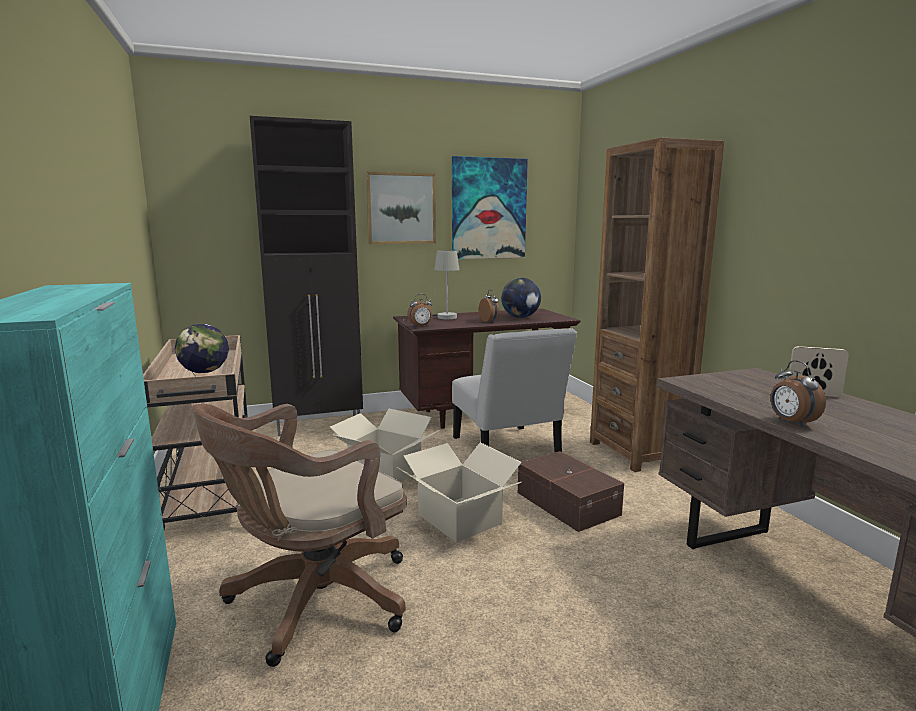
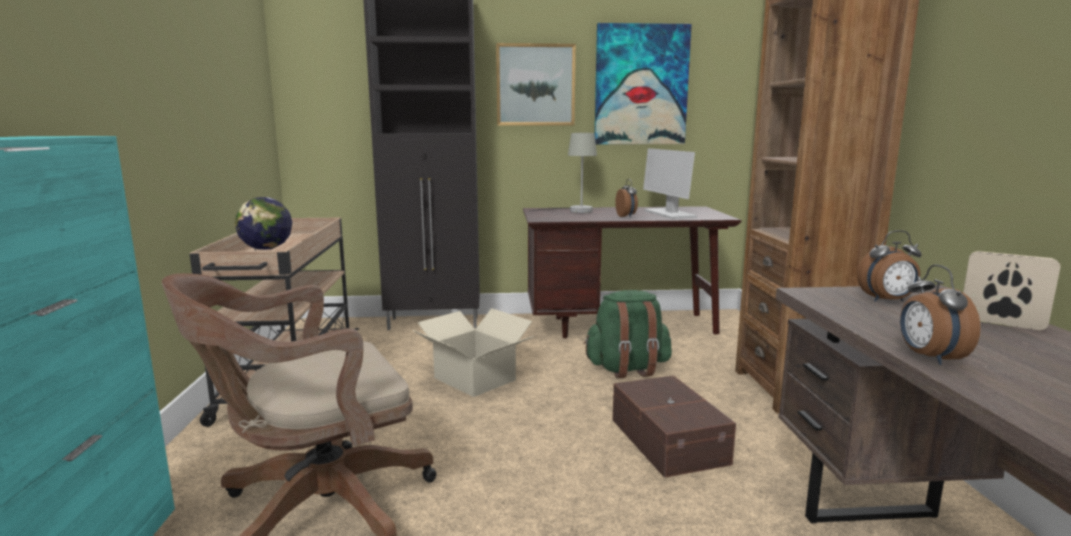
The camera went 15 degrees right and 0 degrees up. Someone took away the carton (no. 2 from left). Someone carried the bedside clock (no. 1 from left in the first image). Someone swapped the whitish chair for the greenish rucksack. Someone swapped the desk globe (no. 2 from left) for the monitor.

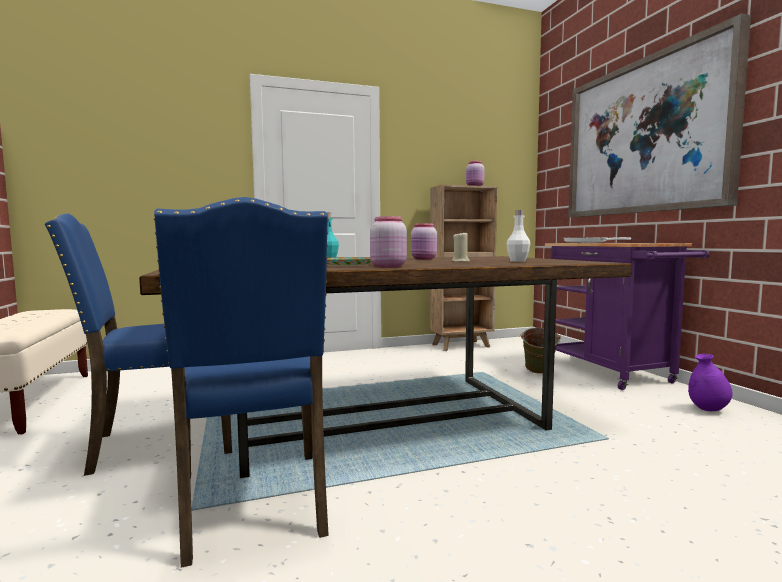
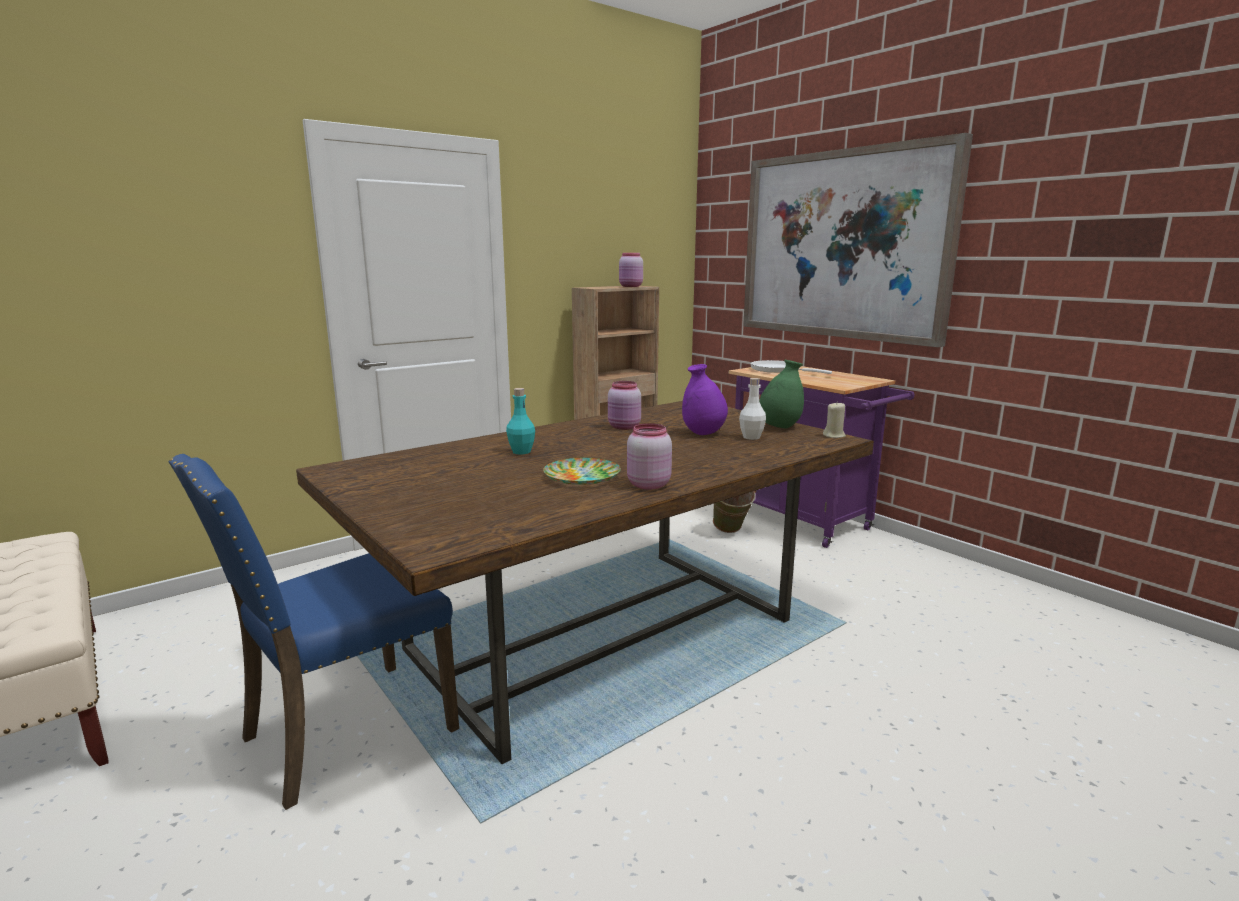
The camera went 20 degrees left and 10 degrees up. Someone took away the blue-coloured chair (no. 2 from left). Someone put down the greenish flower vase. Someone carried the sand-coloured candle. Someone carried the purple flower vase.

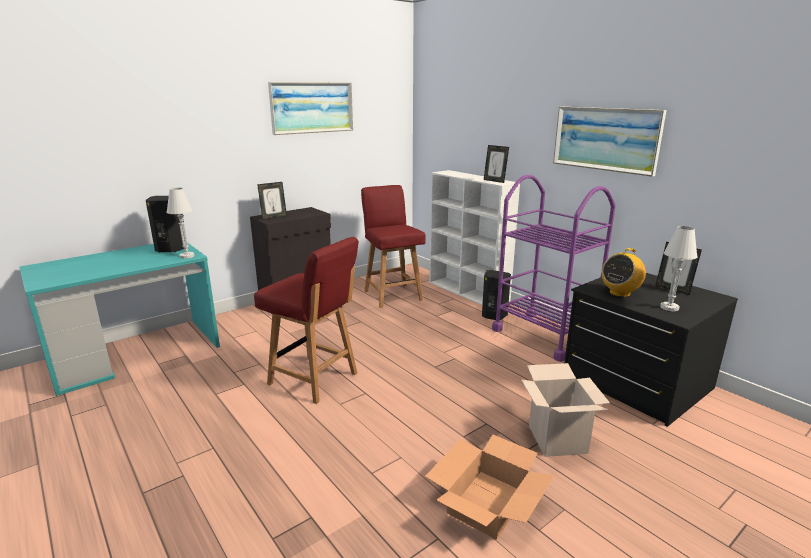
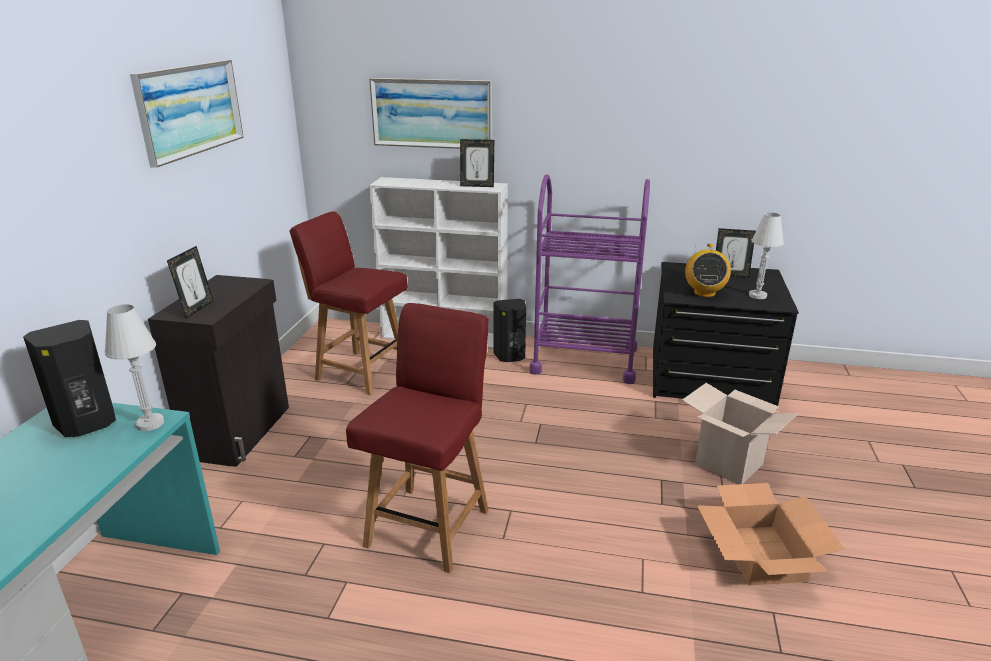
The camera went 40 degrees left and 5 degrees up. Someone carried the wall picture (no. 2 from left). Someone rotated the red-coloured chair (no. 1 from left in the first image) by 60 degrees counterclockwise.

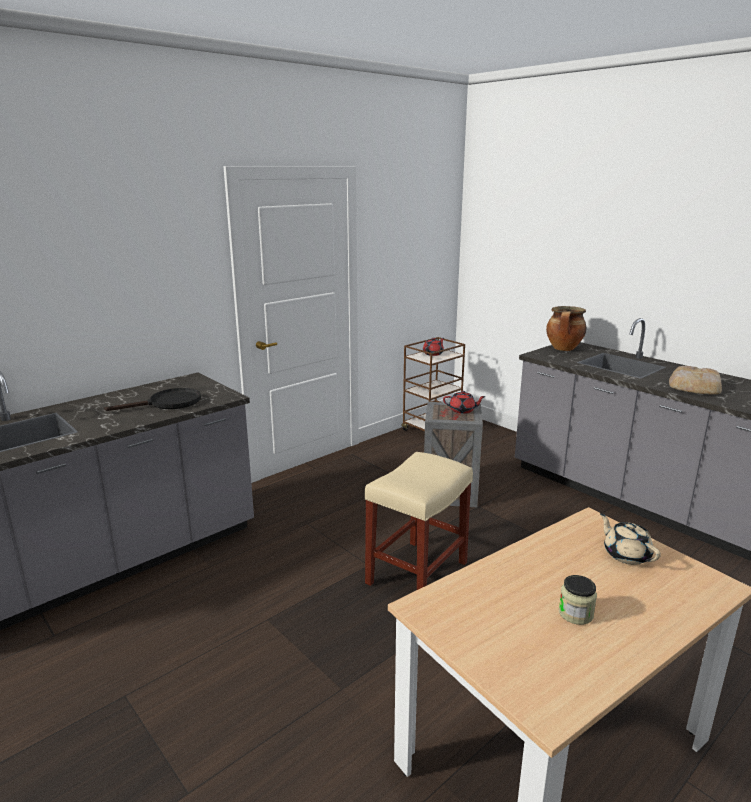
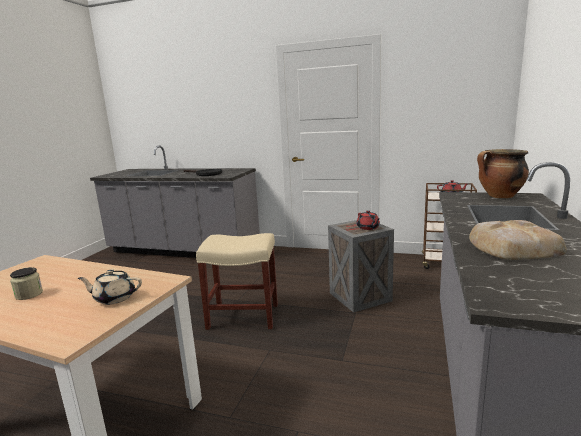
The camera went 60 degrees right and 5 degrees down. Someone rotated the sand-coloured pot for tea by 120 degrees counterclockwise.

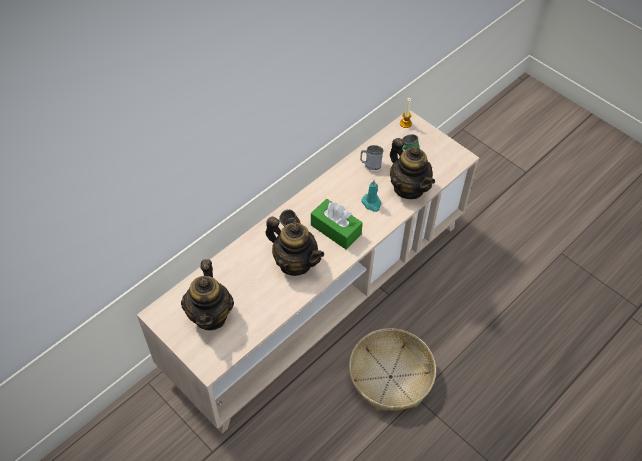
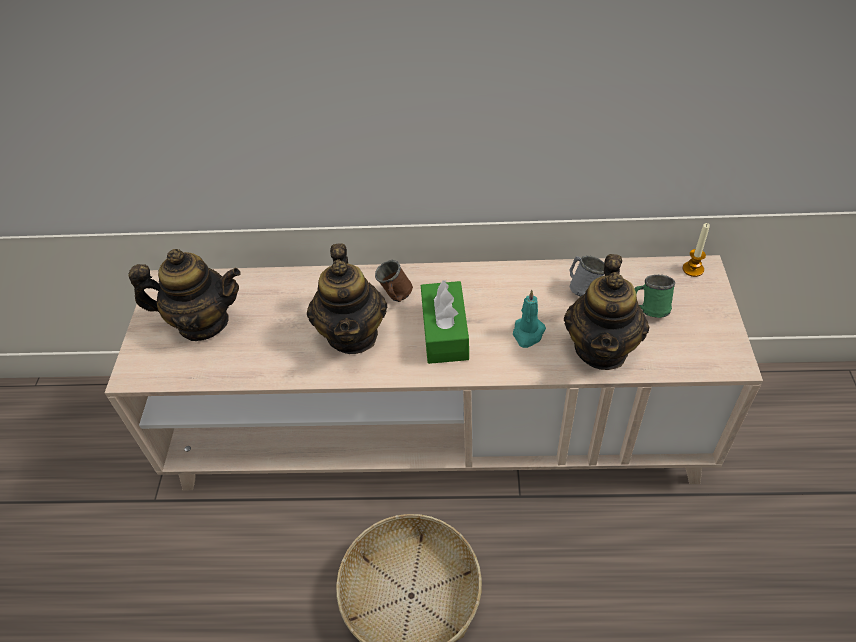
The camera went 50 degrees right and 5 degrees down. Someone rotated the pot for tea (no. 1 from left) by 135 degrees counterclockwise.

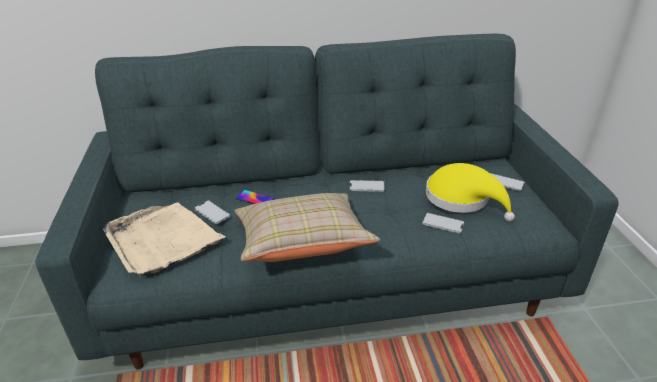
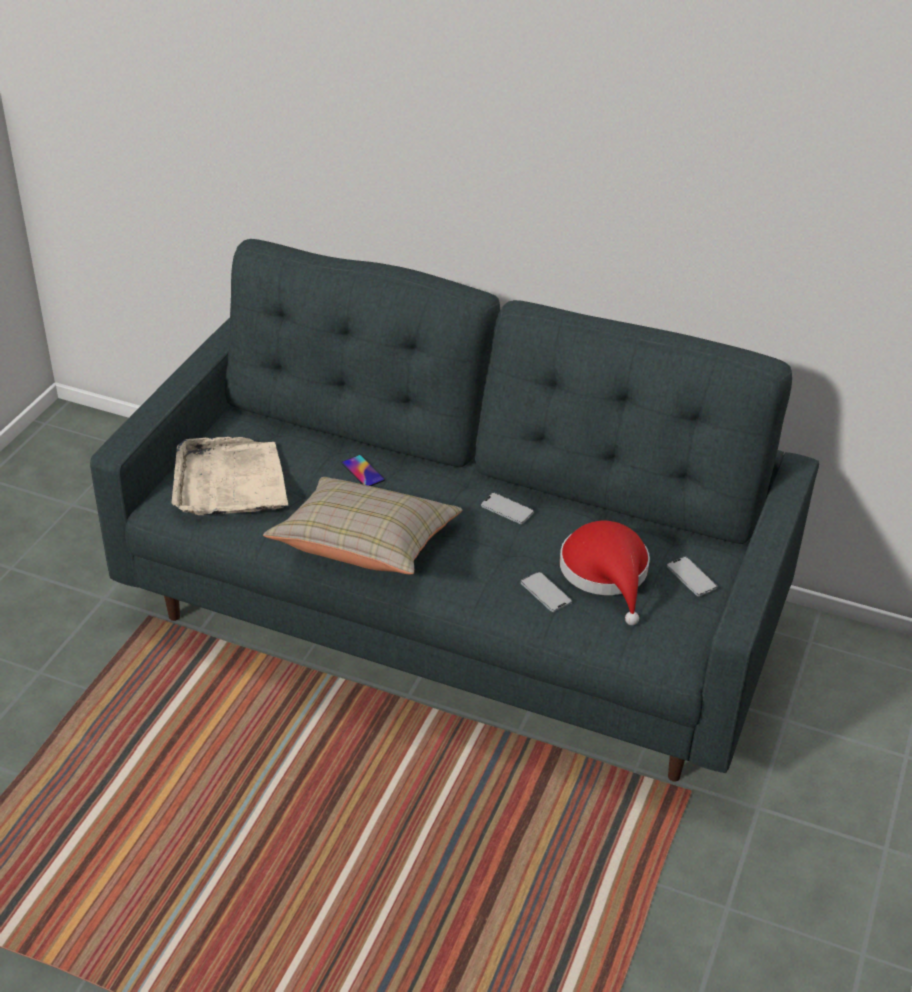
The camera went 30 degrees right and 5 degrees up. Someone took away the phone (no. 1 from left). Someone repainted the yellow-coloured wearable hat, which became the red-coloured wearable hat.

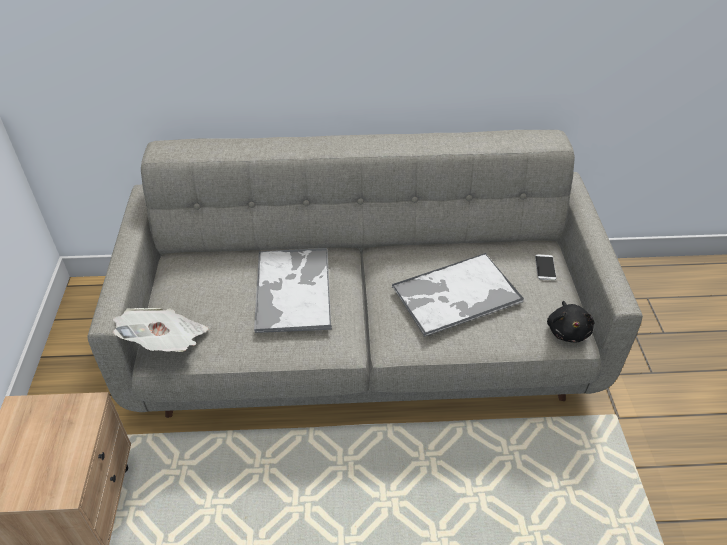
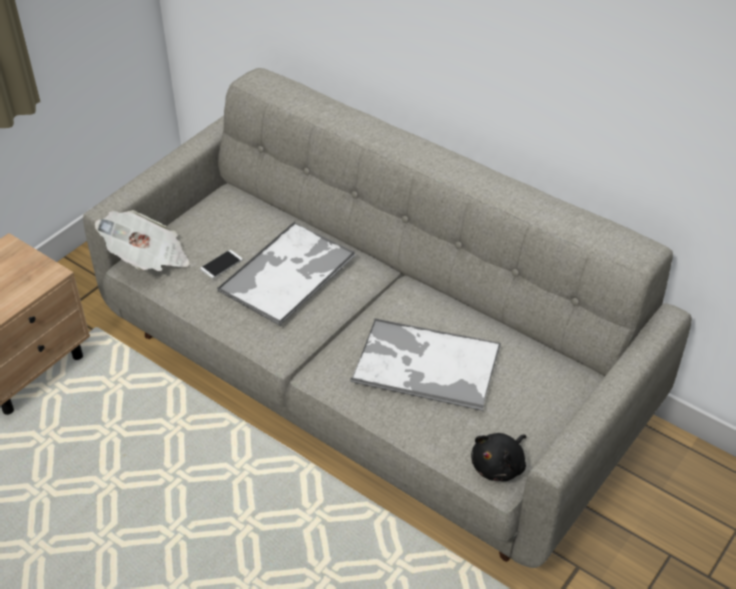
The camera went 40 degrees right and 0 degrees up. Someone carried the phone.

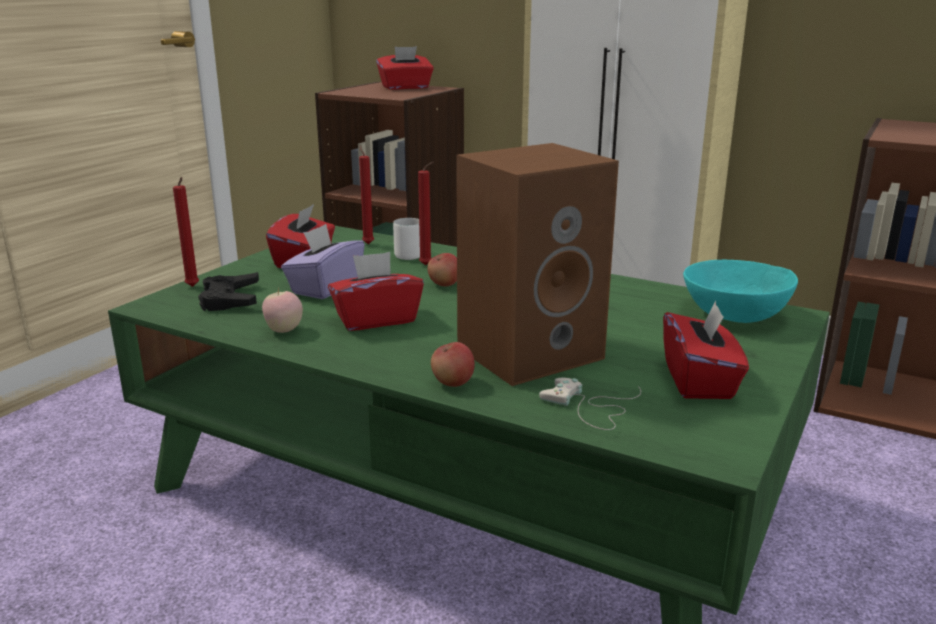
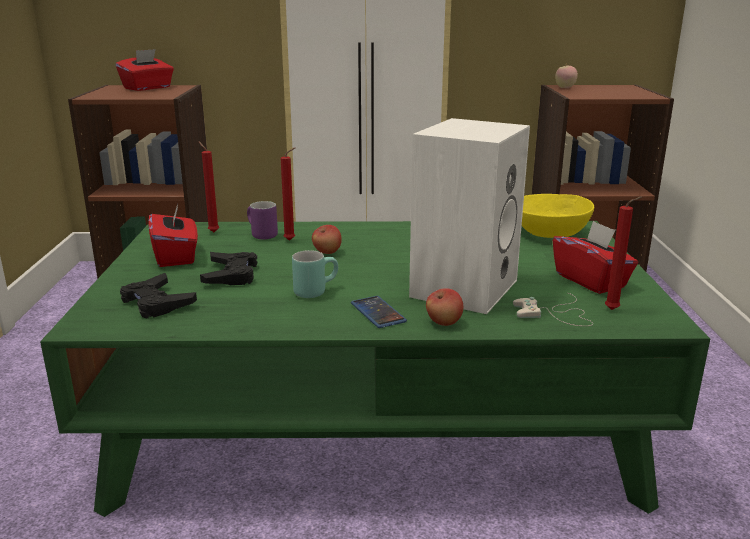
The camera went 30 degrees left and 0 degrees up. Someone put down the phone. Someone carried the red-coloured candle (no. 1 from left in the first image). Someone carried the apple fruit (no. 1 from left in the first image). Someone swapped the purple box of tissues for the blackish game controller (no. 2 from left). Someone swapped the red-coloured box of tissues (no. 2 from left) for the turquoise-coloured coffee mug. Someone repainted the whitish coffee mug, which became the purple coffee mug. Someone repainted the brown-coloured speaker, which became the whitish speaker. Someone repainted the turquoise-coloured serving bowl, which became the yellow-coloured serving bowl.

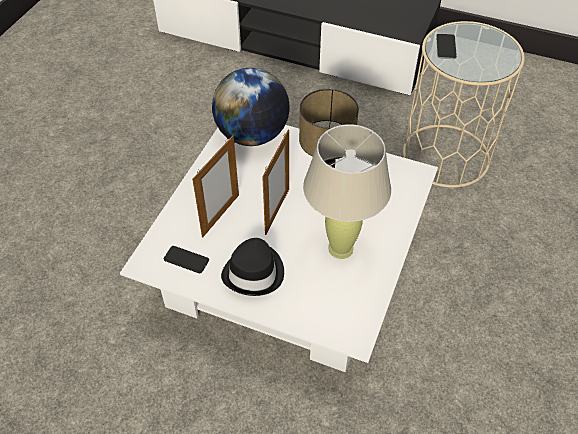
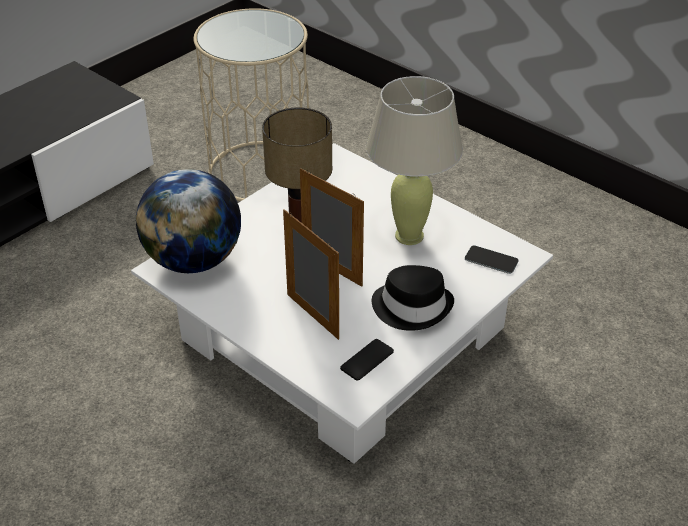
The camera went 70 degrees left and 10 degrees down. Someone carried the phone (no. 2 from left).

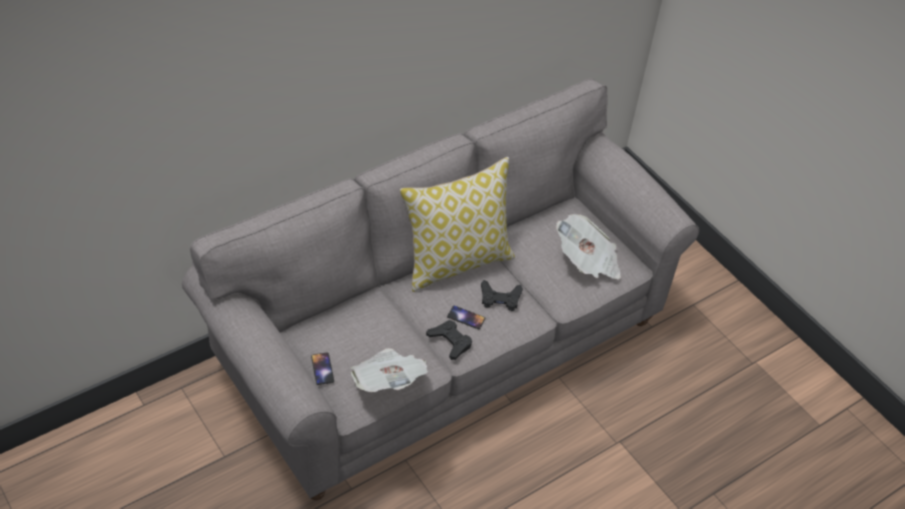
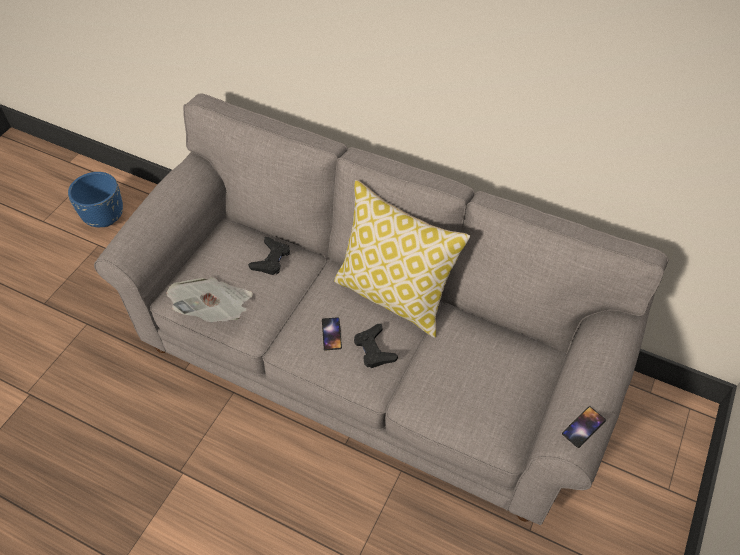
The camera went 65 degrees right and 5 degrees up. Someone took away the printed paper (no. 2 from left). Someone put down the blue-coloured plant pot. Someone carried the phone (no. 1 from left in the first image). Someone carried the blackish game controller (no. 1 from left).

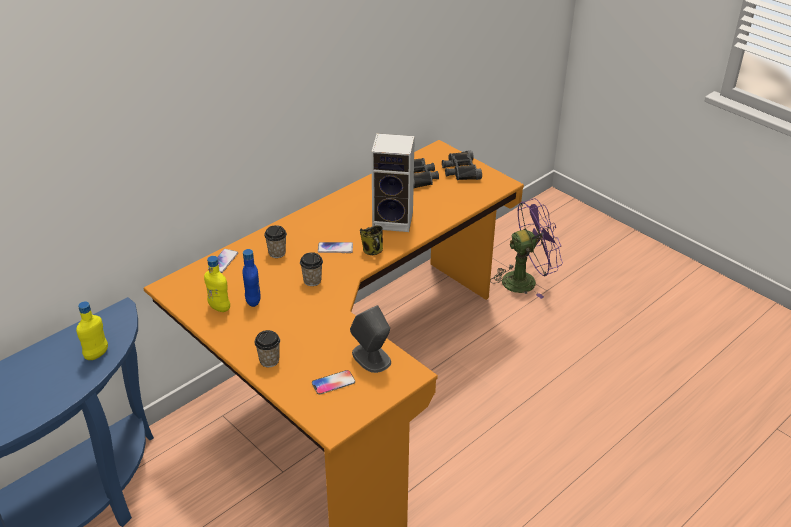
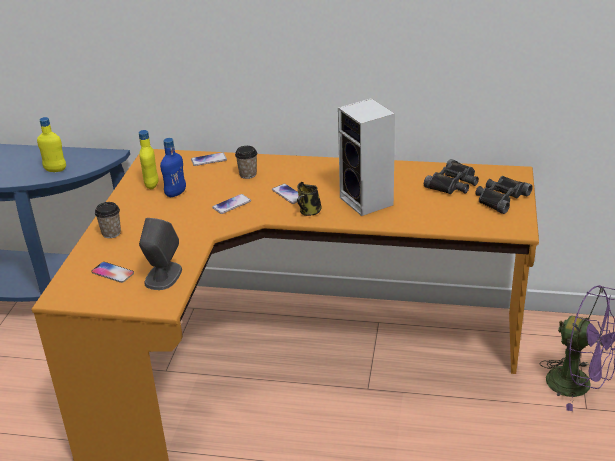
The camera went 55 degrees right and 5 degrees down. Someone swapped the small cup (no. 3 from left) for the phone (no. 3 from left).

